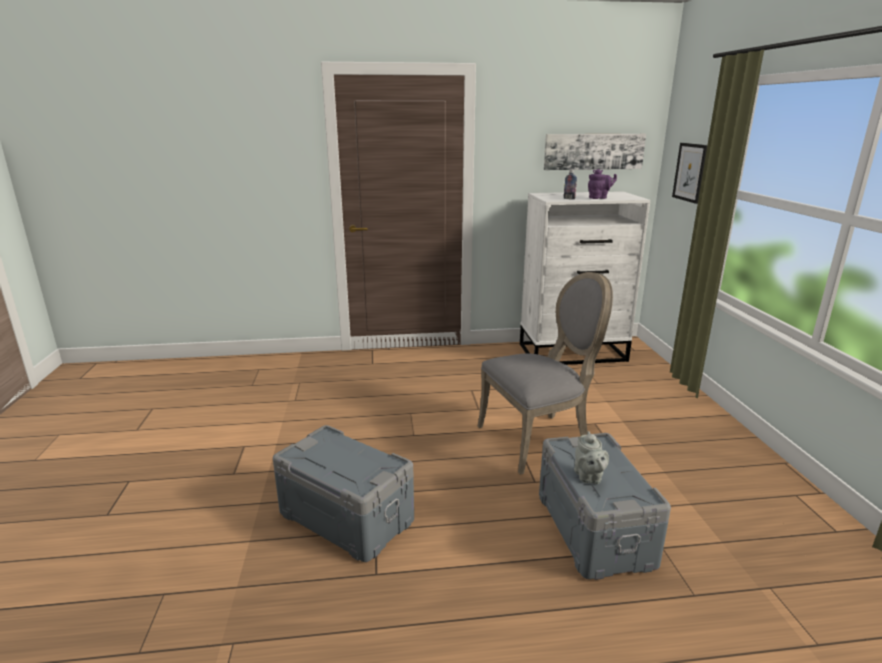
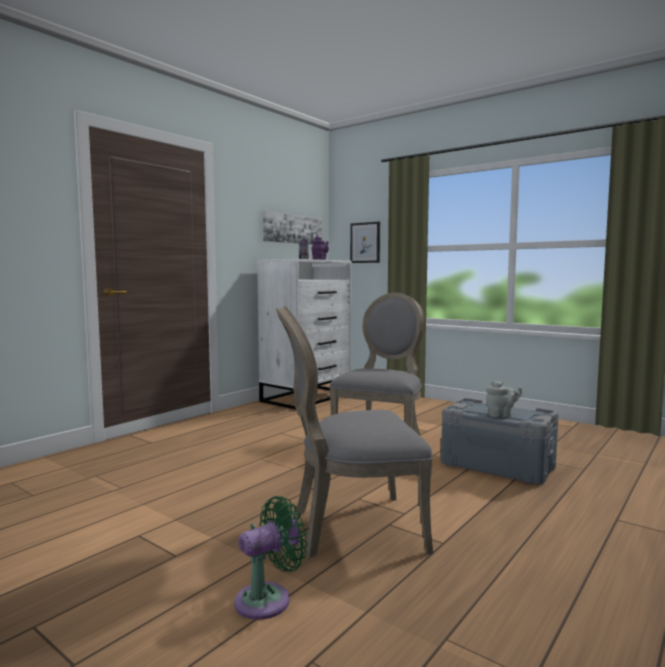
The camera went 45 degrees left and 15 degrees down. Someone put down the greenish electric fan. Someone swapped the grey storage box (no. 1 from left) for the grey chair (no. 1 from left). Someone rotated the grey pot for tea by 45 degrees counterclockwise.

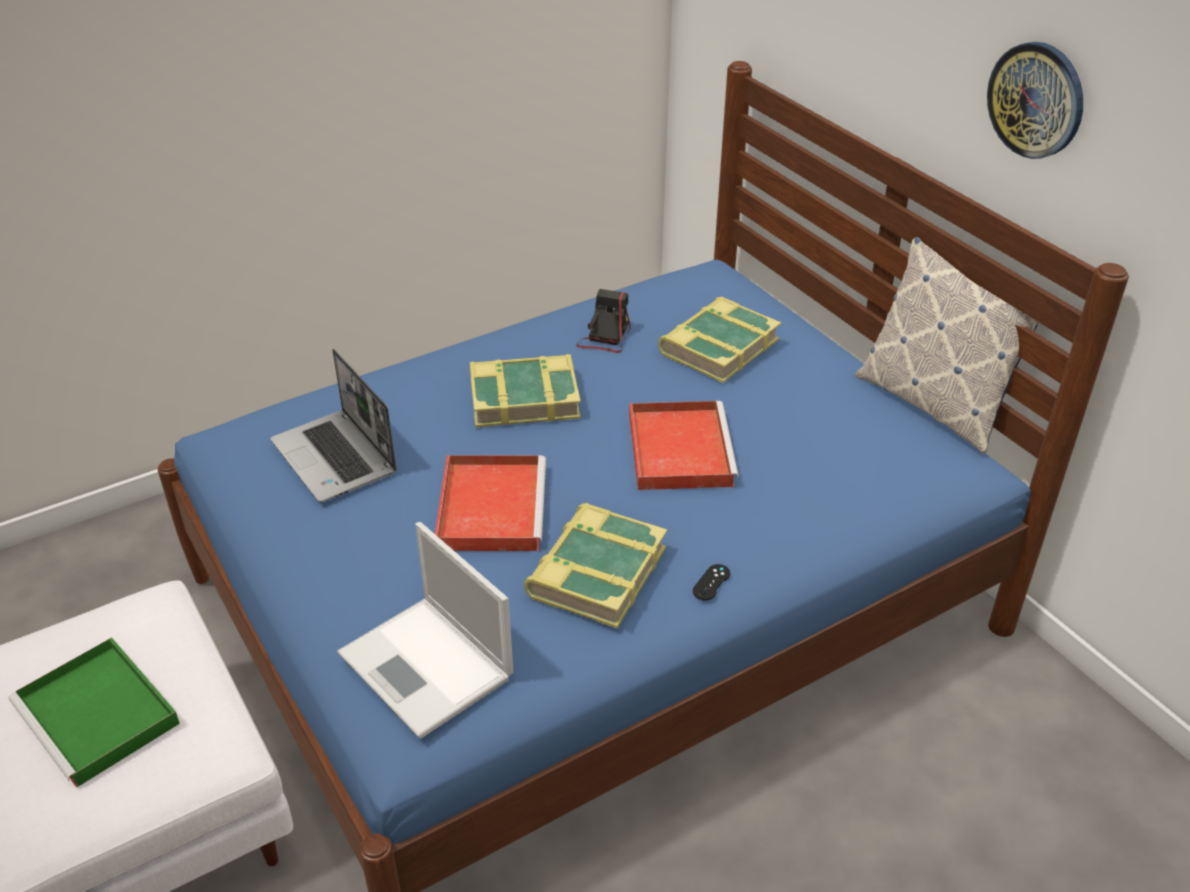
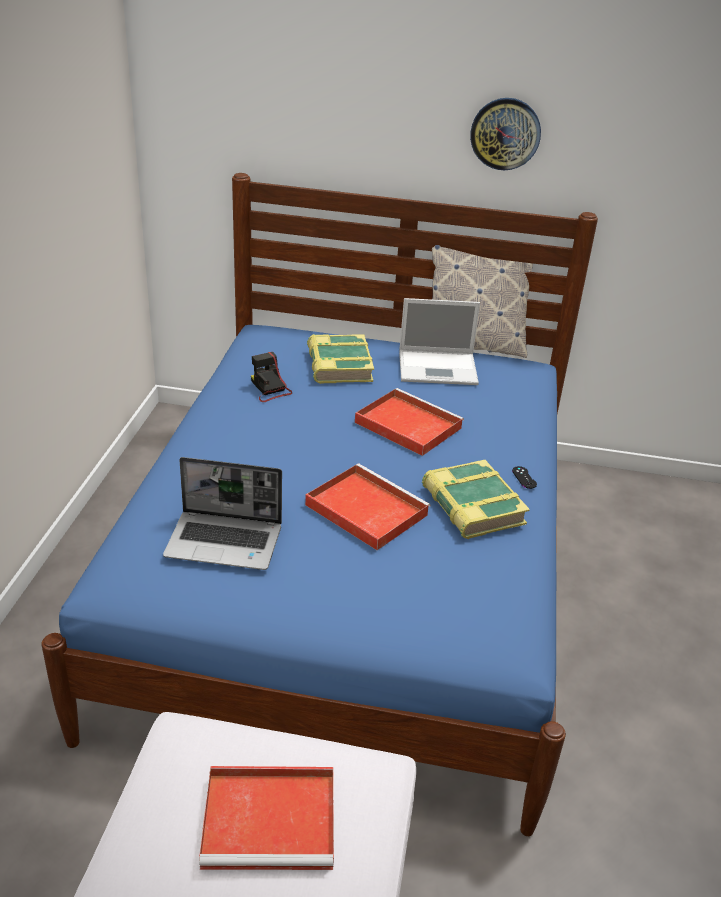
The camera went 50 degrees left and 5 degrees down. Someone took away the volume (no. 1 from left). Someone carried the laptop (no. 2 from left). Someone repainted the greenish tray, which became the red-coloured tray (no. 1 from left).

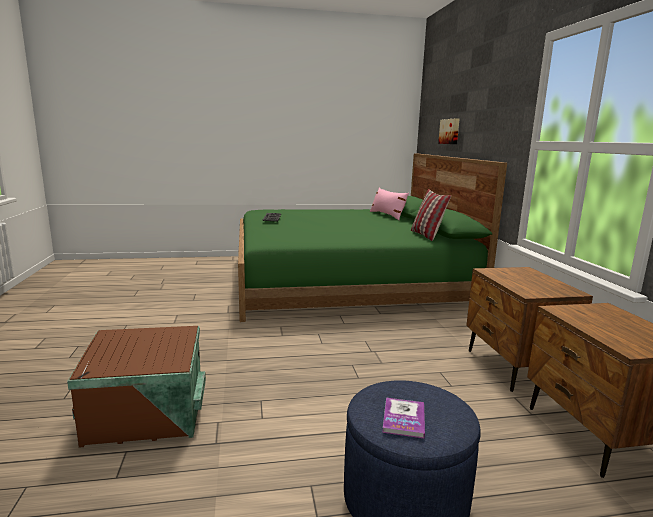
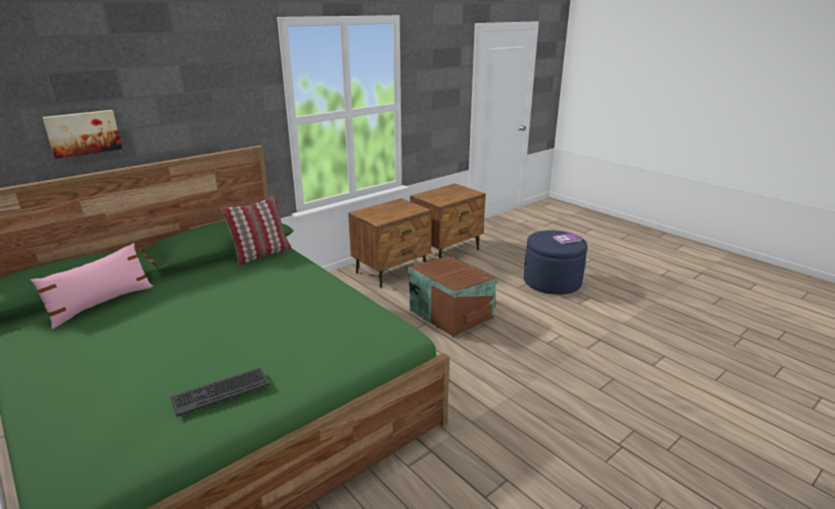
The camera went 120 degrees left and 10 degrees up. Someone carried the brown-coloured storage box.

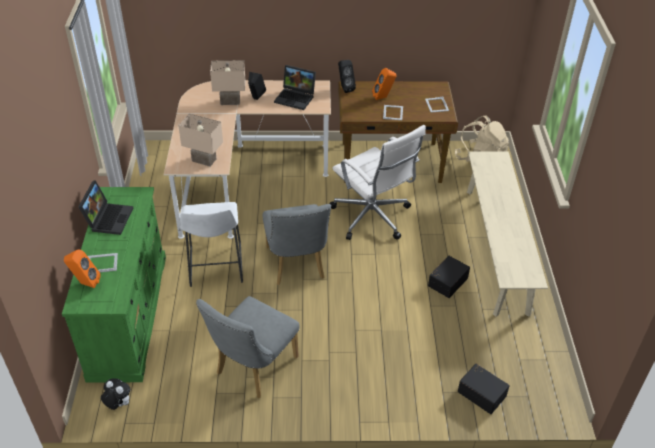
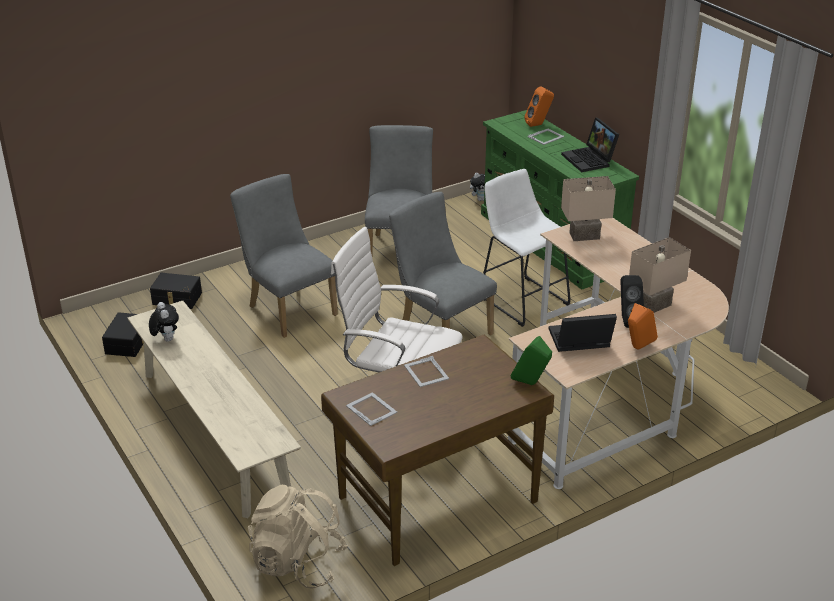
The camera went 150 degrees right and 10 degrees down. Someone put down the plush toy (no. 1 from left). Someone put down the grey chair (no. 1 from left). Someone carried the orange speaker (no. 2 from left). Someone carried the blackish storage box (no. 1 from left). Someone repainted the blackish speaker (no. 2 from left), which became the greenish speaker.

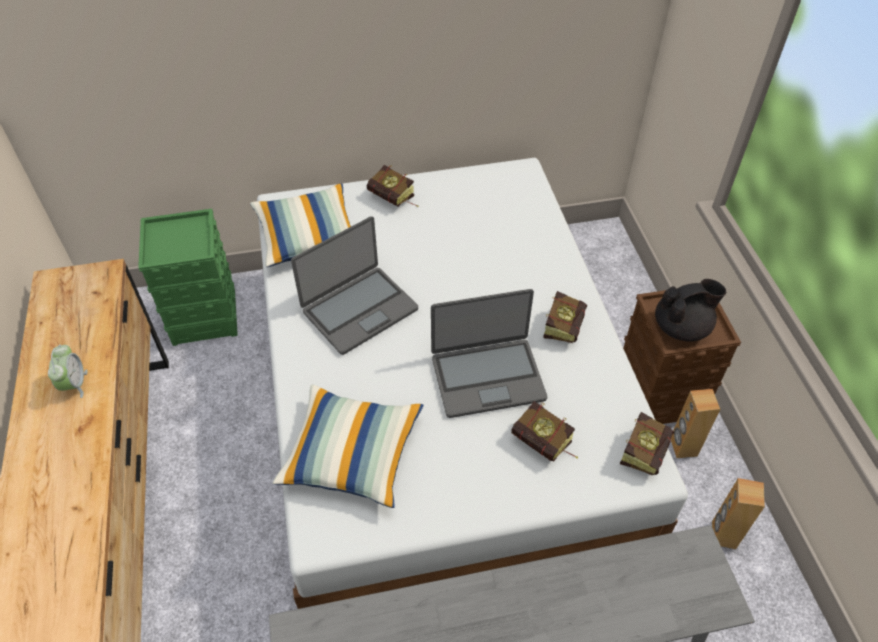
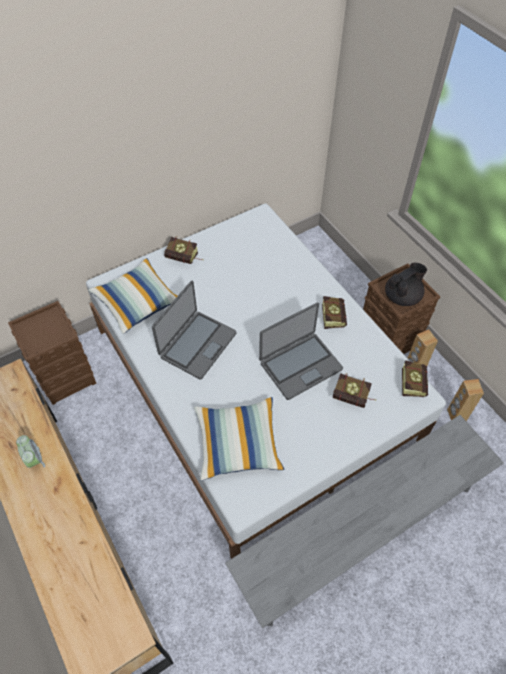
The camera went 20 degrees left and 5 degrees up. Someone repainted the greenish storage box, which became the brown-coloured storage box (no. 1 from left).

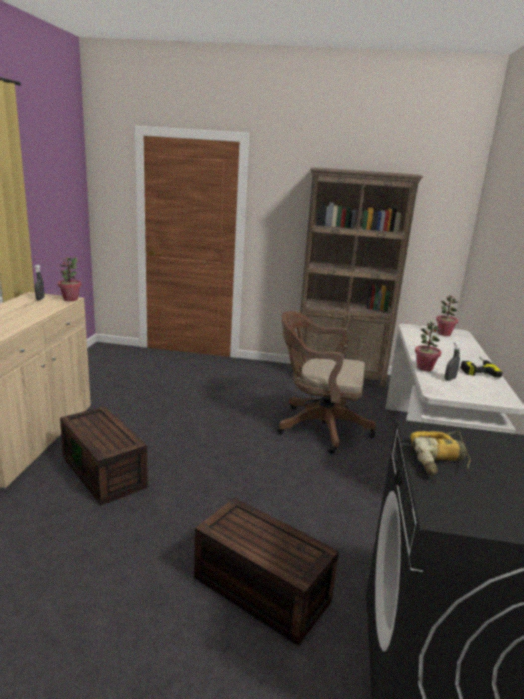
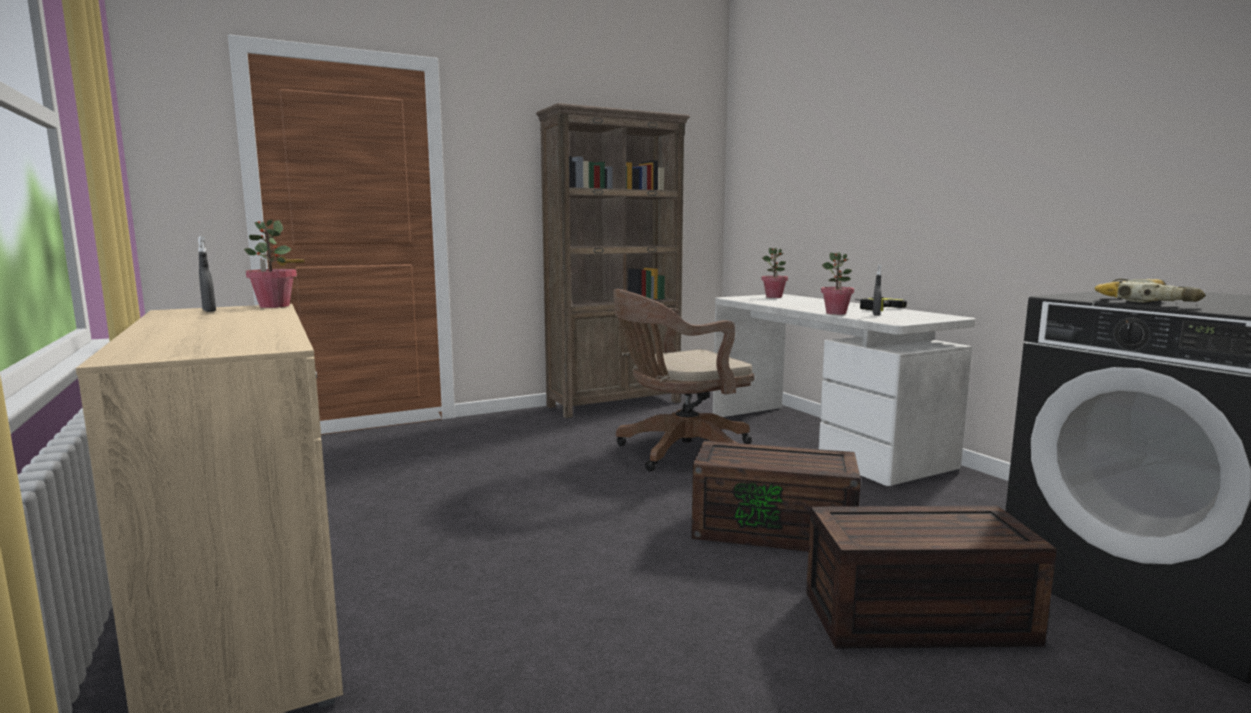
The camera went 35 degrees left and 10 degrees down. Someone carried the brown-coloured storage box (no. 1 from left).

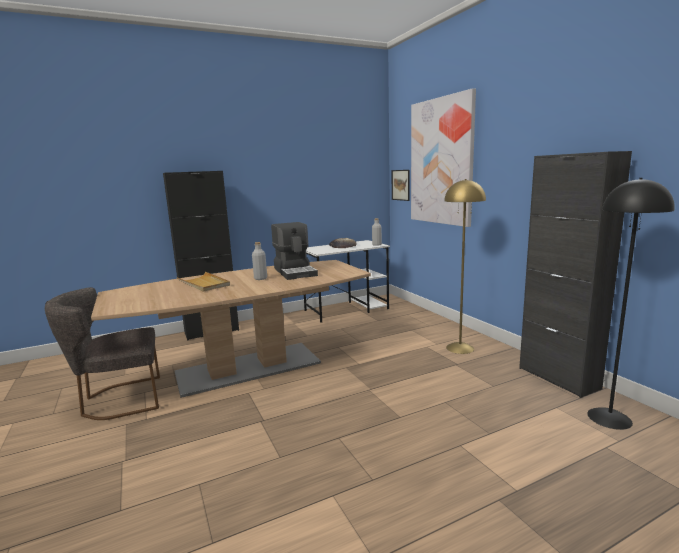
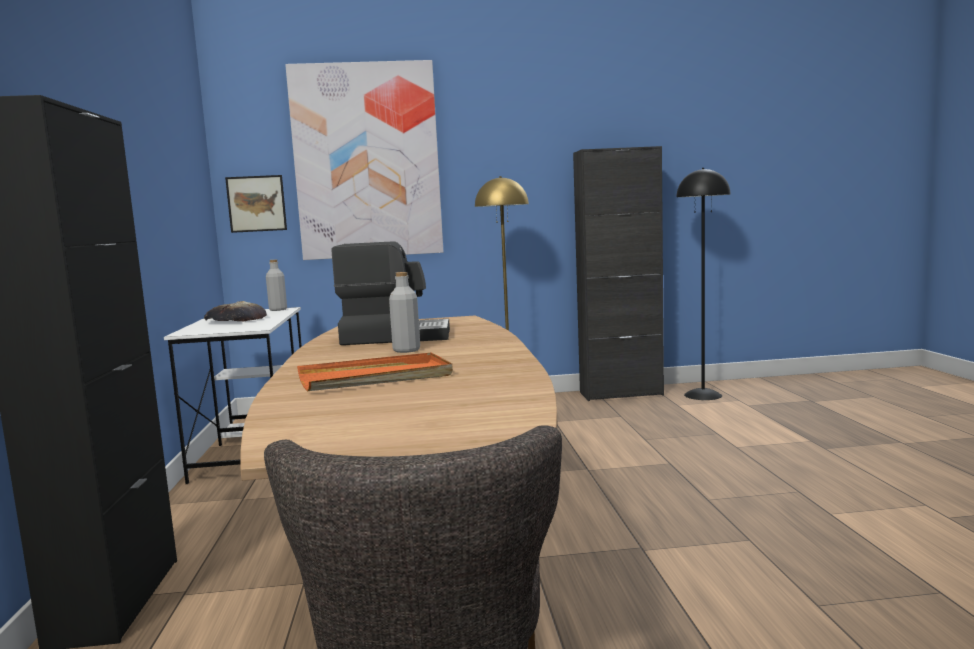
The camera went 70 degrees left and 5 degrees down. Someone repainted the sand-coloured tray, which became the orange tray.

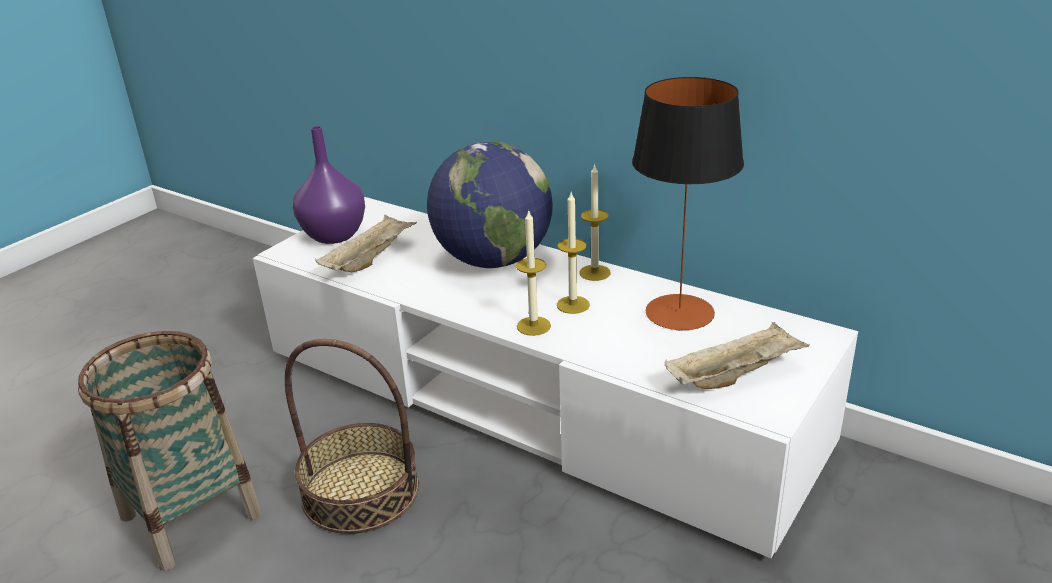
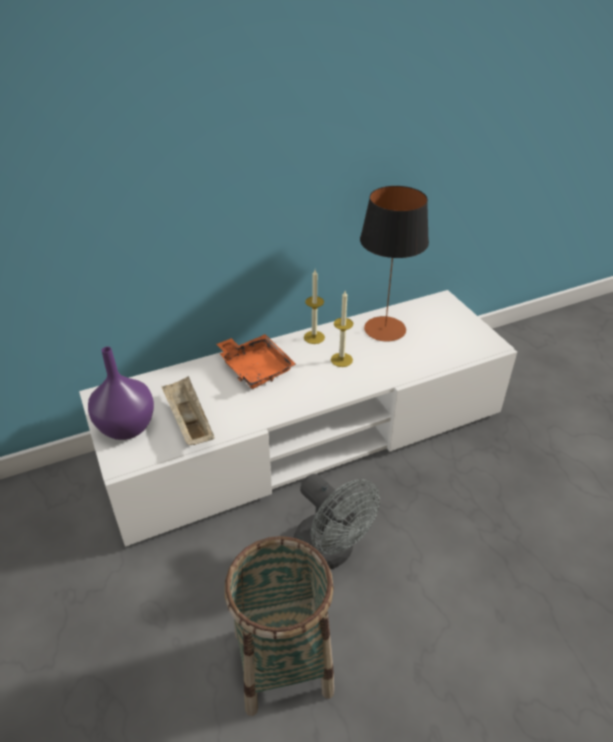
The camera went 60 degrees left and 10 degrees up. Someone took away the candle (no. 1 from left). Someone took away the sand-coloured tray (no. 2 from left). Someone swapped the basket (no. 2 from left) for the grey electric fan. Someone swapped the desk globe for the orange tray.

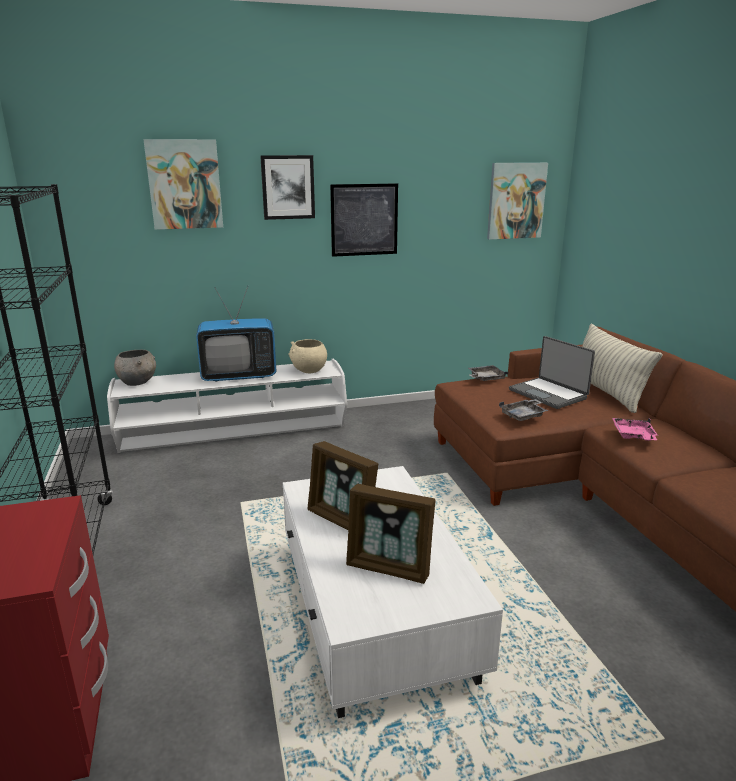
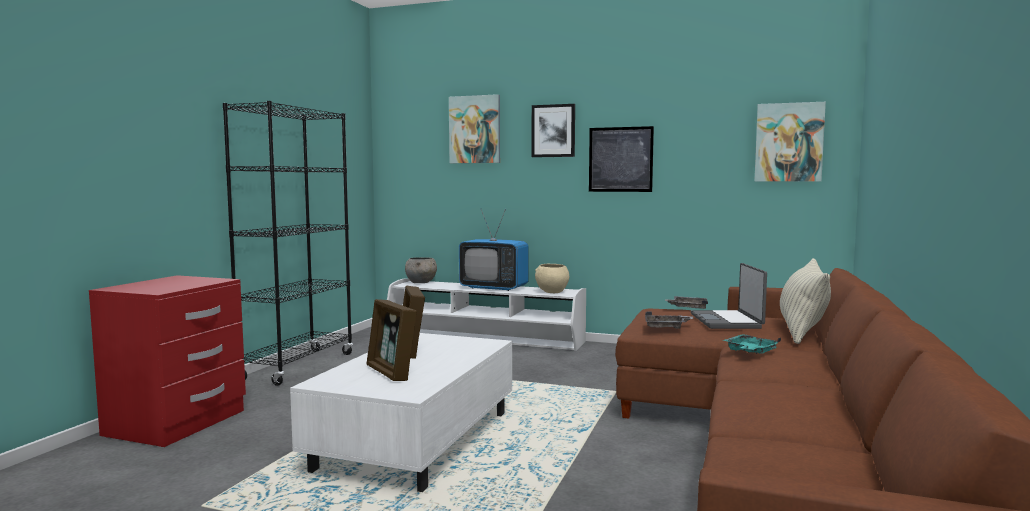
The camera went 35 degrees right and 15 degrees down. Someone repainted the pinkish tray, which became the turquoise-coloured tray.

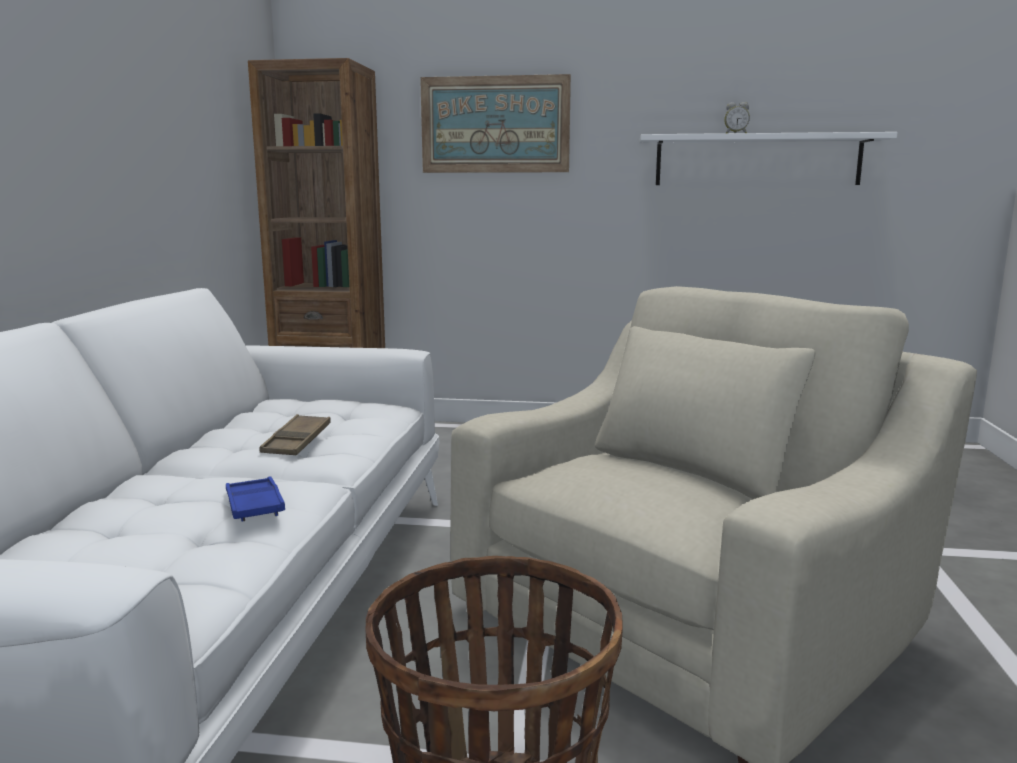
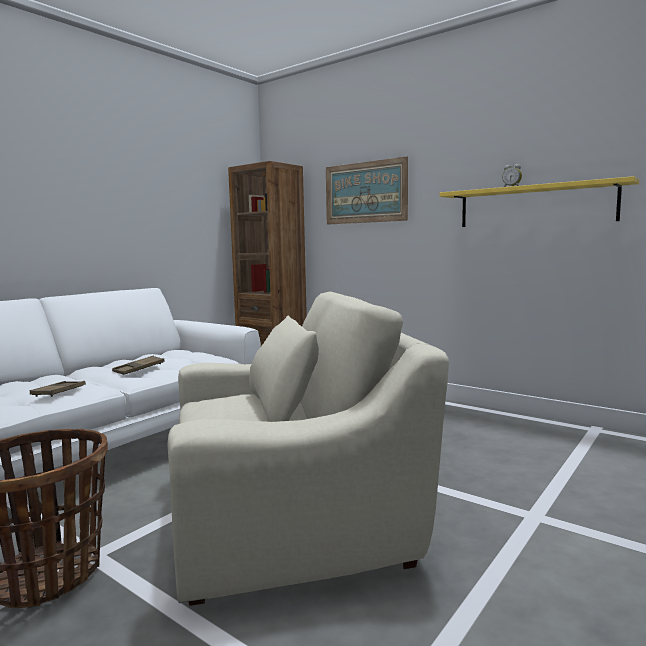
The camera went 30 degrees right and 5 degrees down. Someone repainted the blue-coloured tray, which became the brown-coloured tray (no. 1 from left). Someone repainted the whitish shelf, which became the yellow-coloured shelf.

